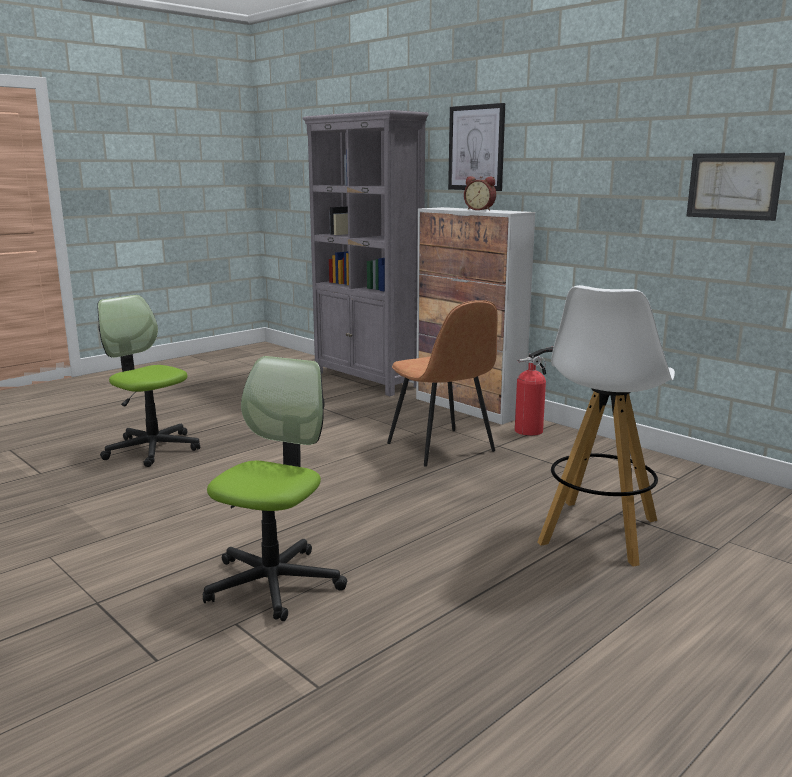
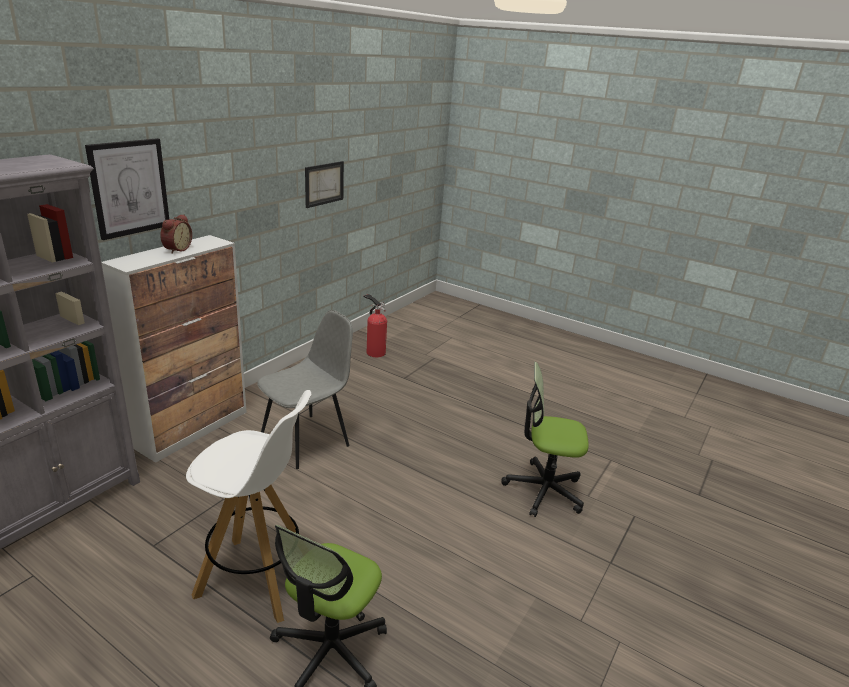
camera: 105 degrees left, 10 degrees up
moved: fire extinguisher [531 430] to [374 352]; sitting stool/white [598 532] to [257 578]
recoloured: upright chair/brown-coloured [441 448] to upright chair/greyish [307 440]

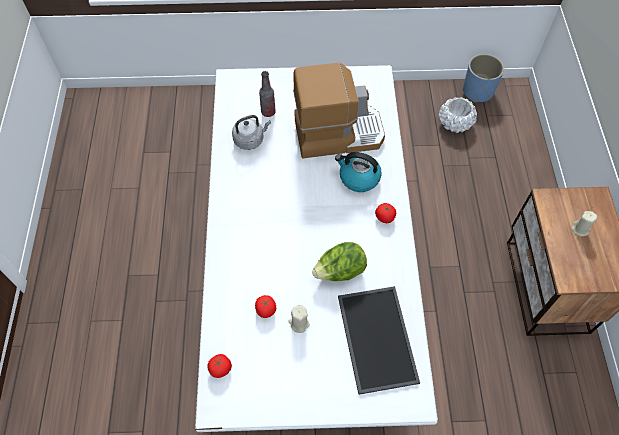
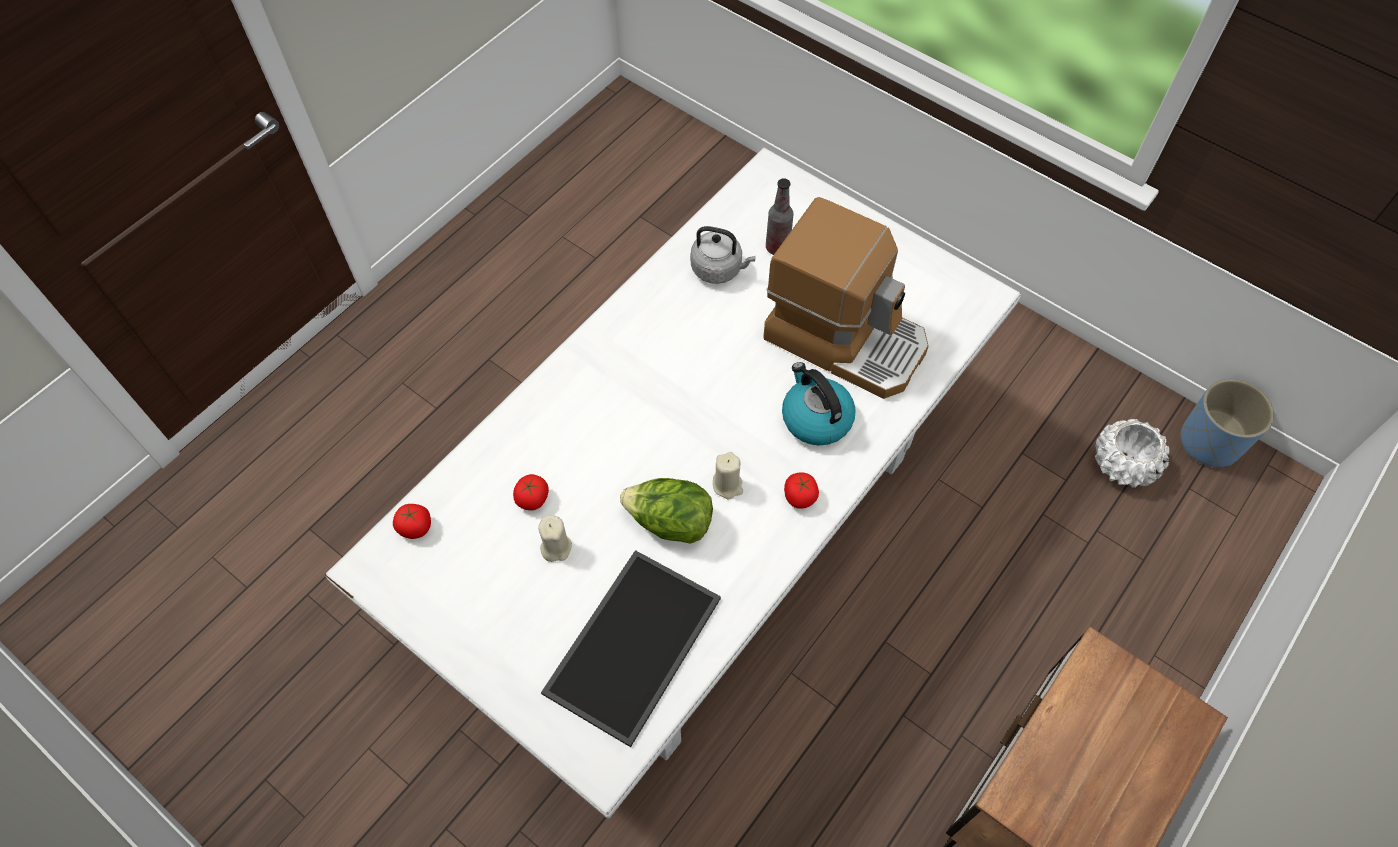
camera: 40 degrees right, 0 degrees up
moved: candle/sand-coloured [580 229] to [727 485]

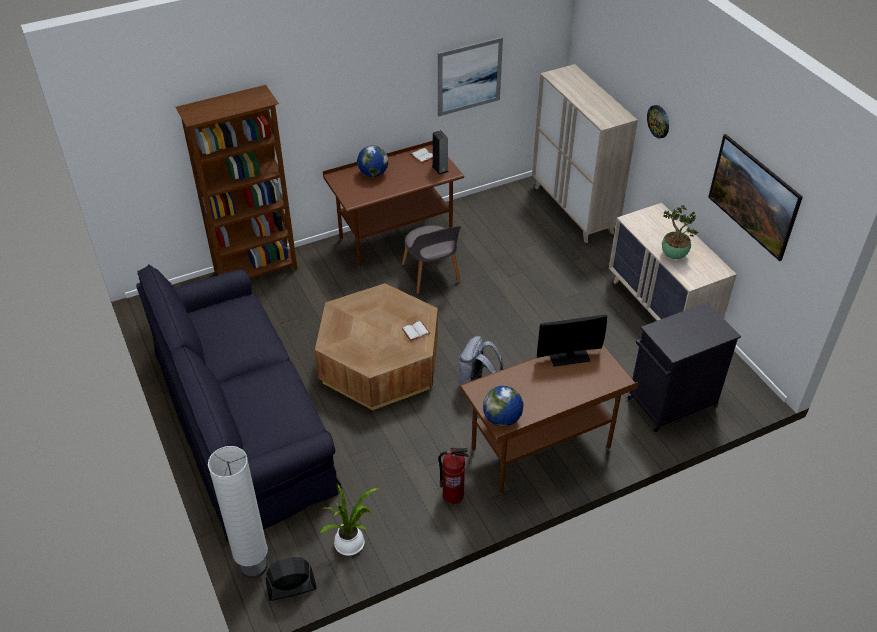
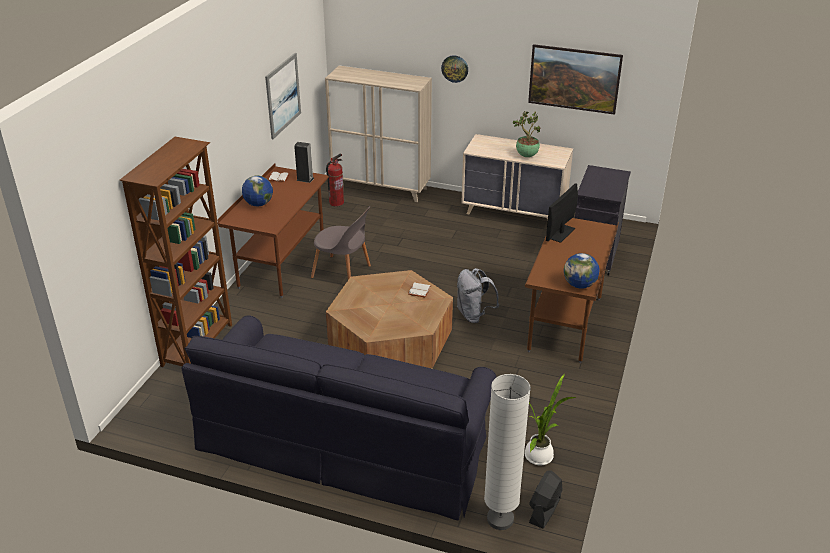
camera: 45 degrees left, 10 degrees down
moved: fire extinguisher [453 495] to [336 203]

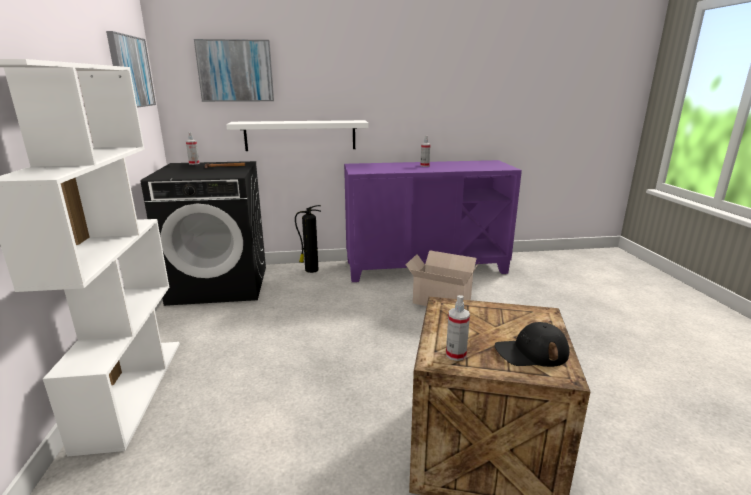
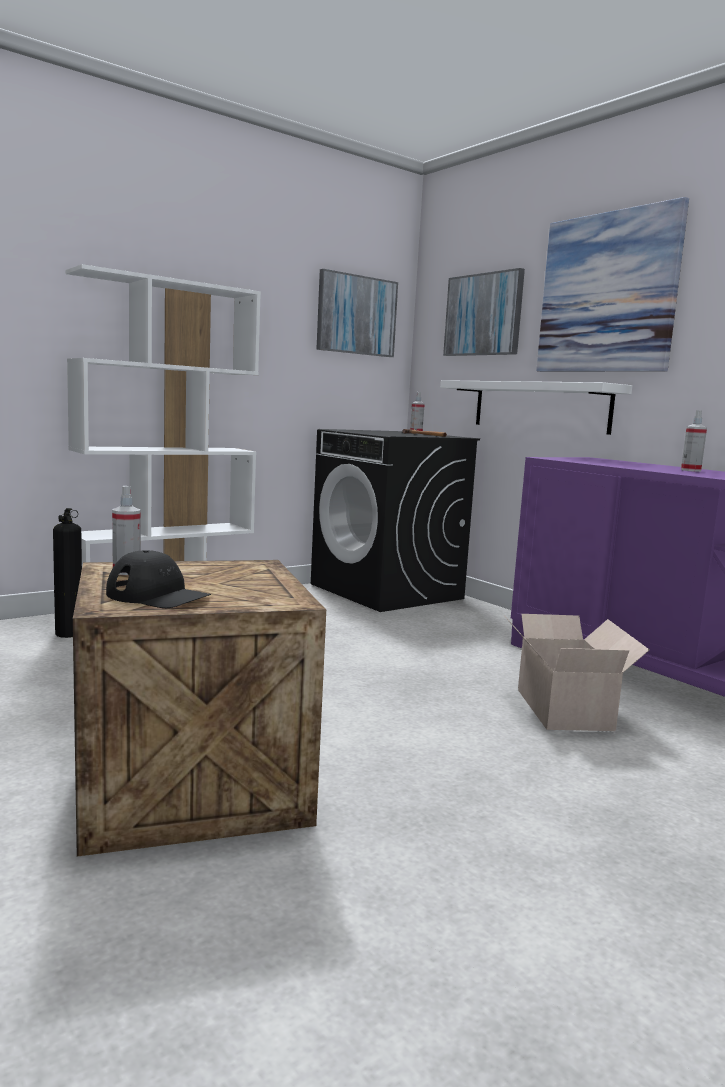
camera: 60 degrees right, 10 degrees down
added: picture [607 293]
moved: fire extinguisher [310 270] to [68 633]
turned: cap/black [531 352] = [158 596] 150 degrees clockwise

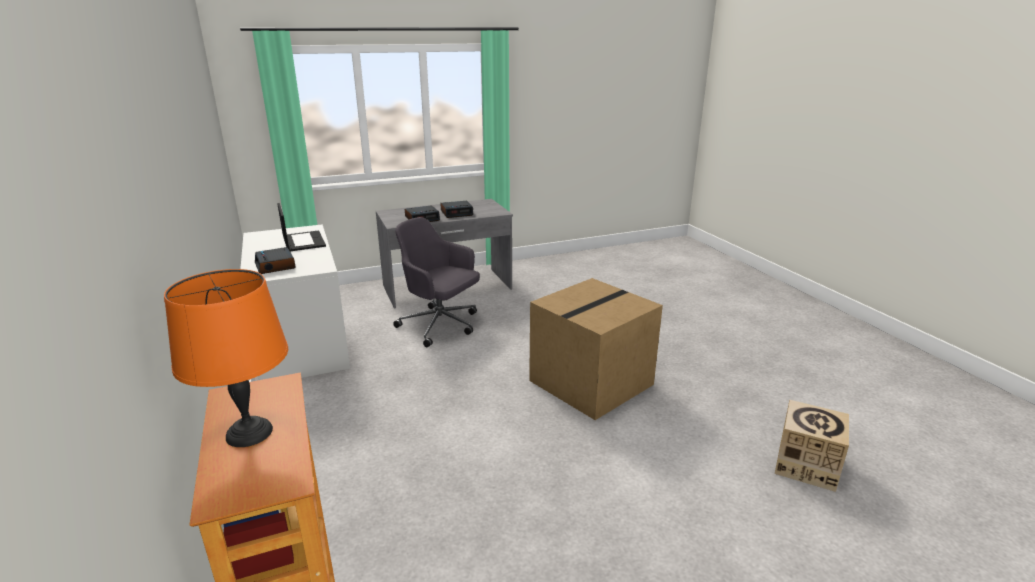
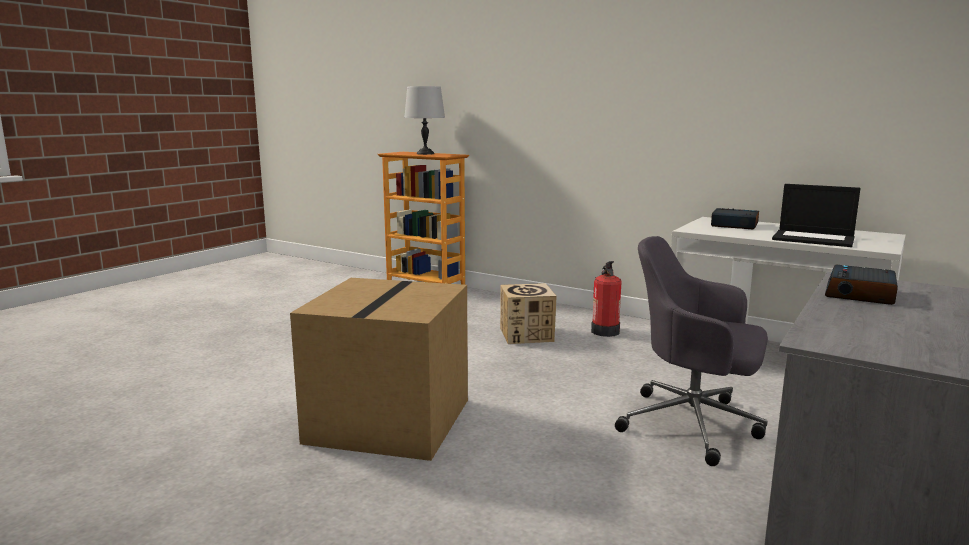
camera: 145 degrees right, 10 degrees down
removed: table clock [457 213]
added: fire extinguisher [605 331]
moved: packing box [806 465] to [527 335]
recoloured: lamp for a table/orange [248 433] to lamp for a table/greyish [425 153]
turned: desk chair/greyish [440 325] = [693 425] 150 degrees counterclockwise

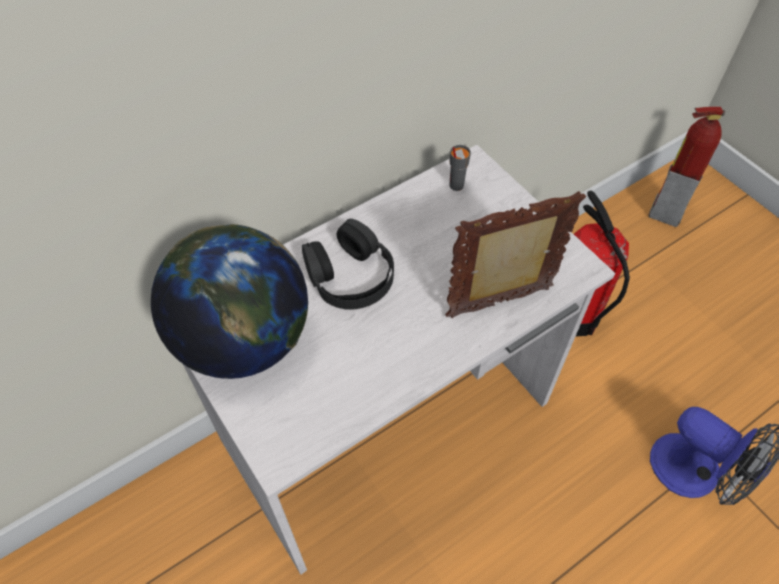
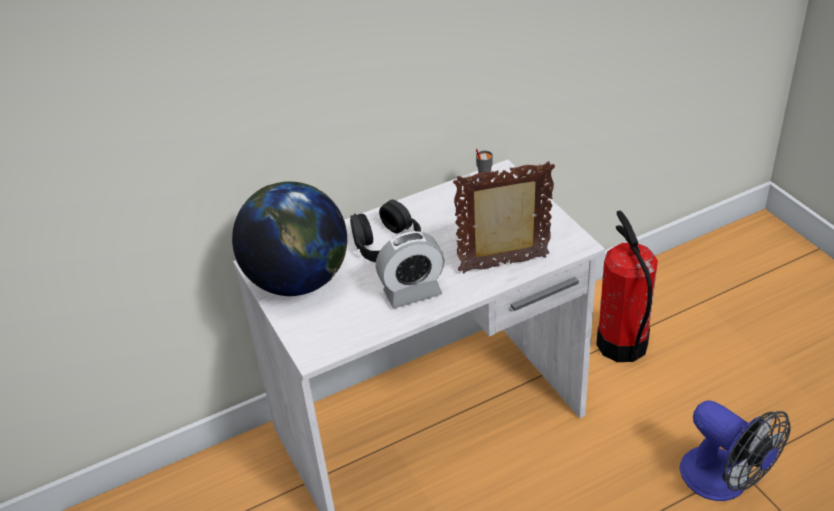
camera: 10 degrees right, 15 degrees down
removed: fire extinguisher [665 212]
added: table clock [412 293]

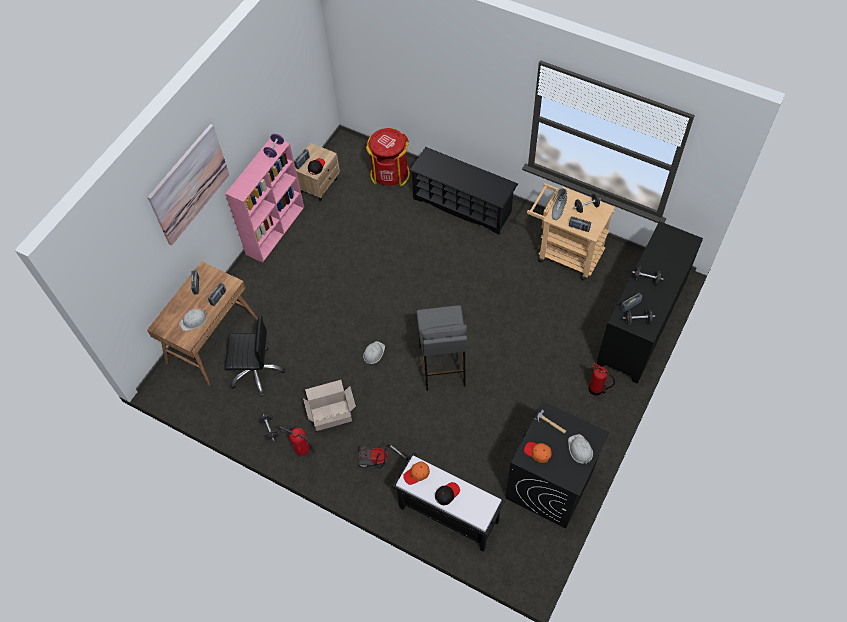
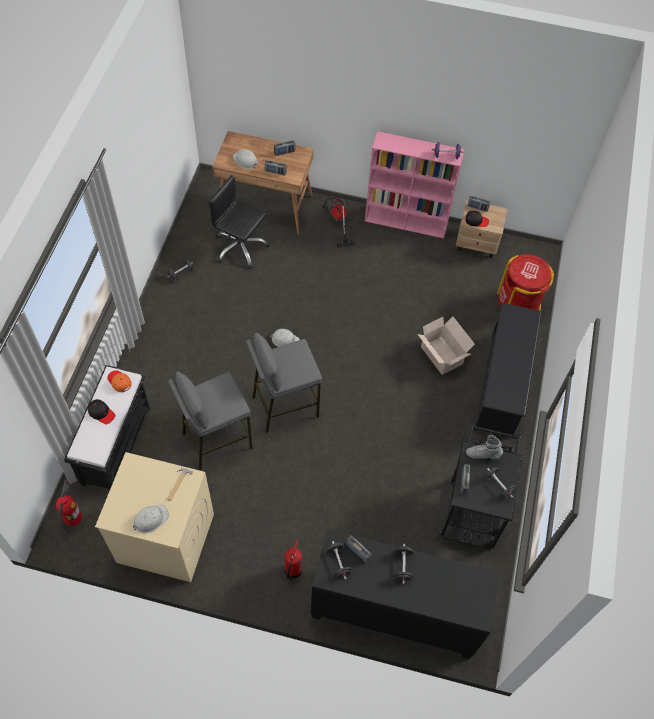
camera: 70 degrees right, 0 degrees up
removed: picture [189 184]; cap/orange [537 452]
added: sitting stool/greyish [216 440]
moved: fire extinguisher [302 450] to [74 519]; packing box [332 415] to [442 356]; vacuum [381 462] to [337 221]
recoloured: washing machine/black [549 484] to washing machine/sand-coloured [165 538]; wheeled cart/sand-coloured [564 253] to wheeled cart/black [472 506]
turned: desk chair/black [256 371] = [240 247] 135 degrees clockwise

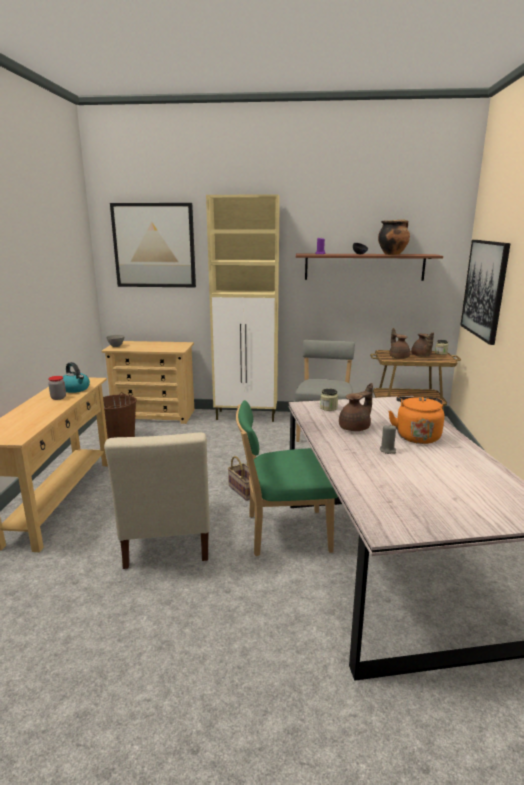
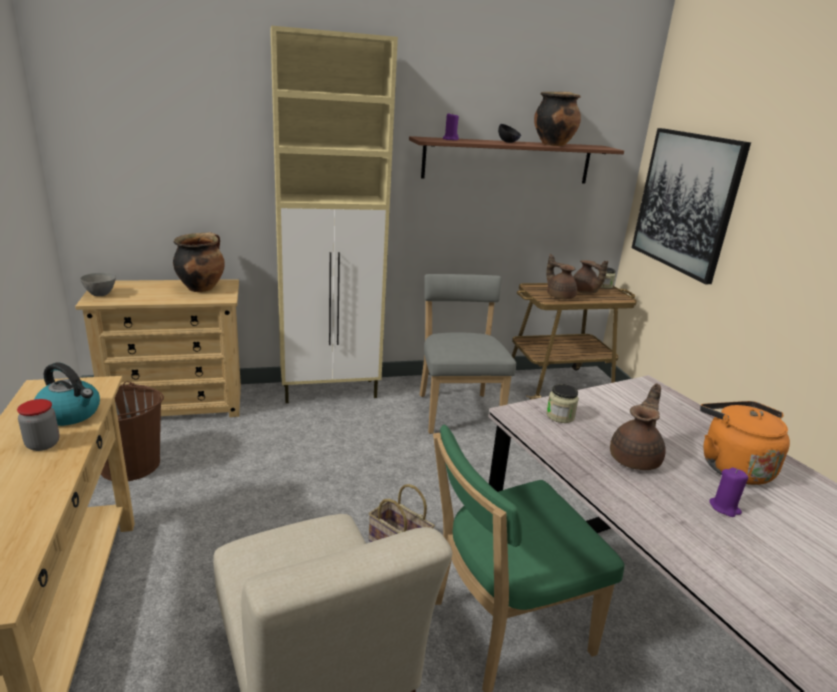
camera: 20 degrees left, 5 degrees up
removed: picture [154 245]
added: stockpot [201 288]
recoloured: candle/greyish [387 450] to candle/purple [724 508]

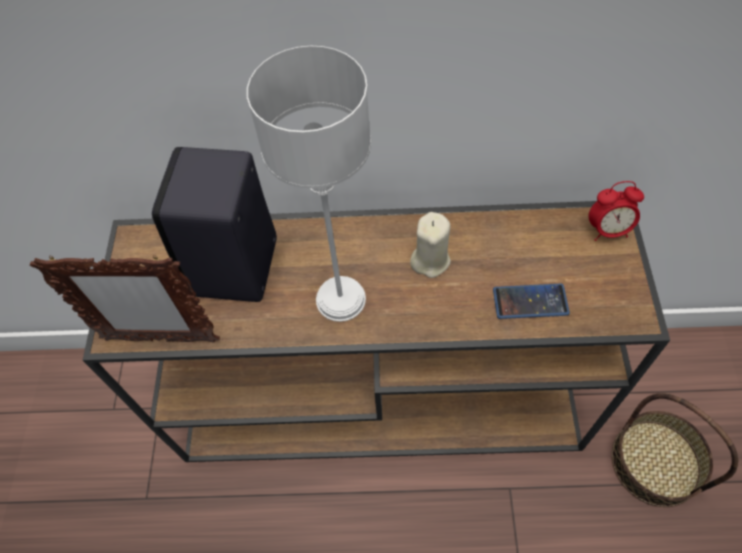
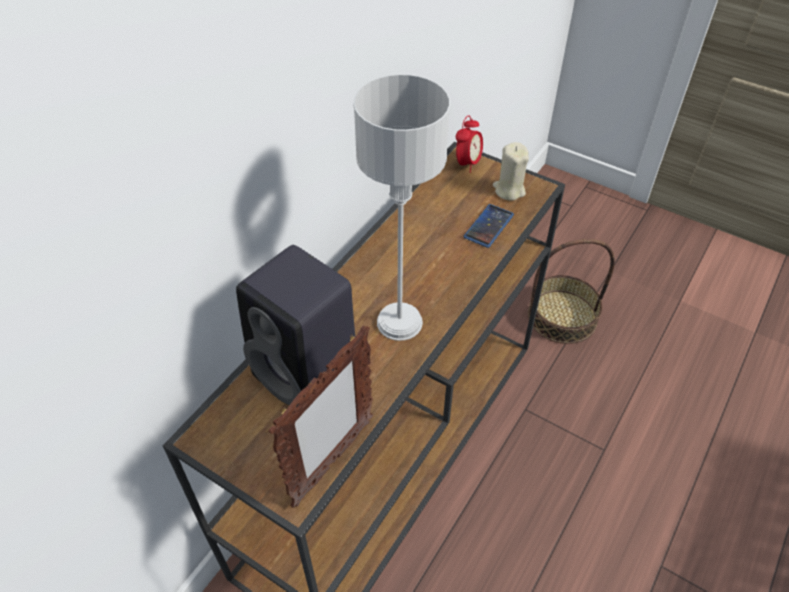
camera: 60 degrees left, 10 degrees down
moved: candle/sand-coloured [430 260] to [509 190]

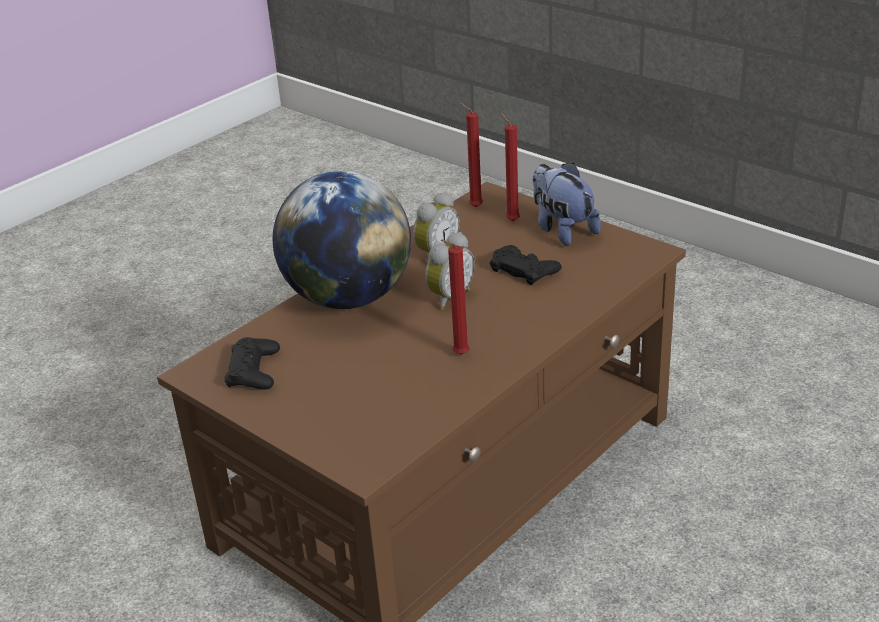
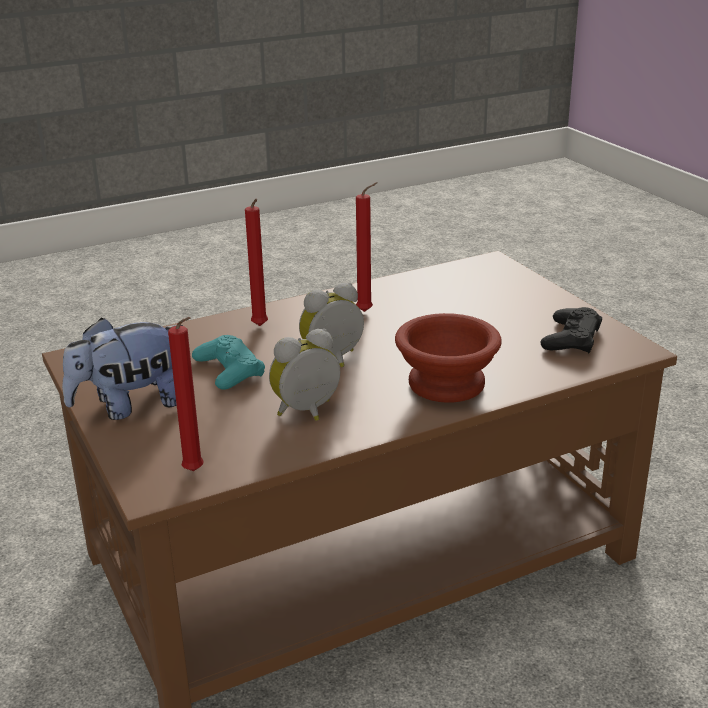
camera: 160 degrees left, 5 degrees down
moved: candle/red-coloured [511 220] to [260 327]
replaced: world globe [348 298] to bowl/brown-coloured [445 385]
recoloured: gamepad/black [524 270] to gamepad/turquoise [229 370]
turned: cuddly toy [562 230] = [130 406] 75 degrees clockwise

